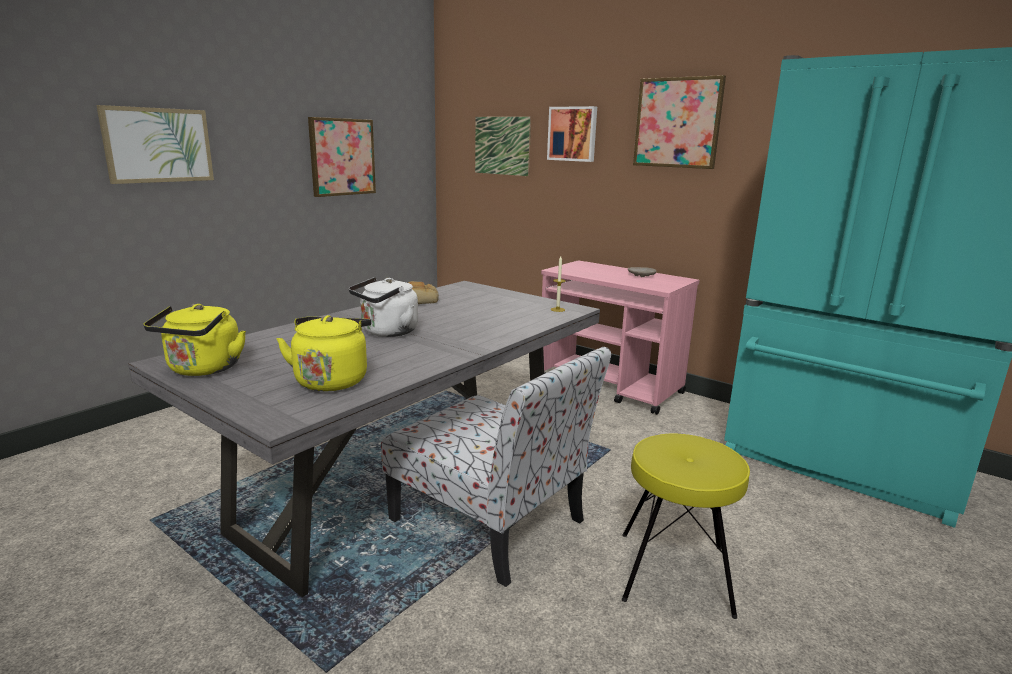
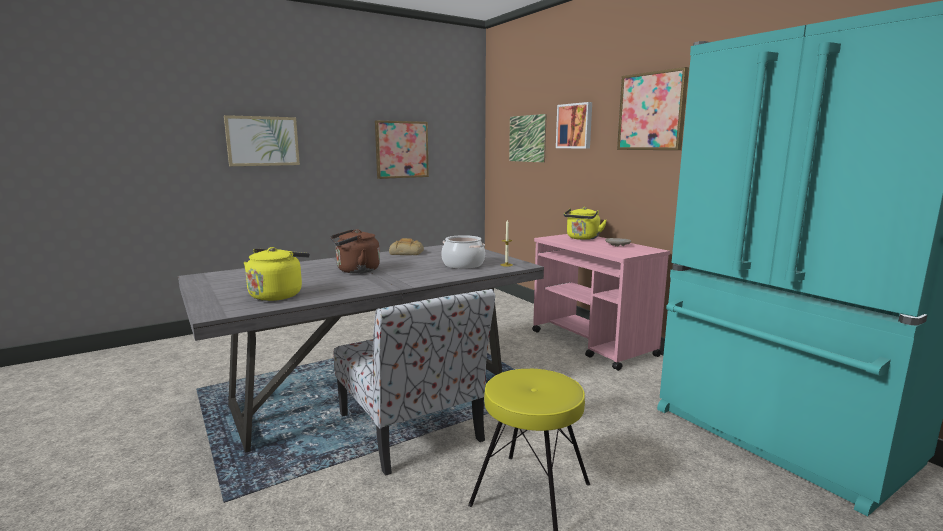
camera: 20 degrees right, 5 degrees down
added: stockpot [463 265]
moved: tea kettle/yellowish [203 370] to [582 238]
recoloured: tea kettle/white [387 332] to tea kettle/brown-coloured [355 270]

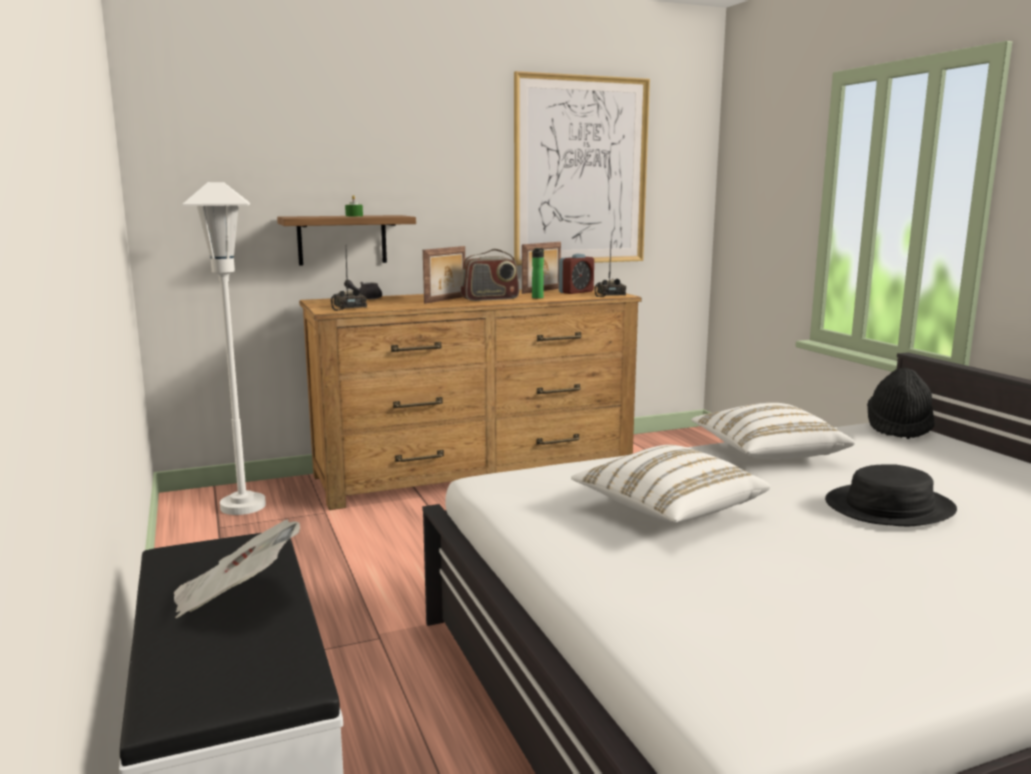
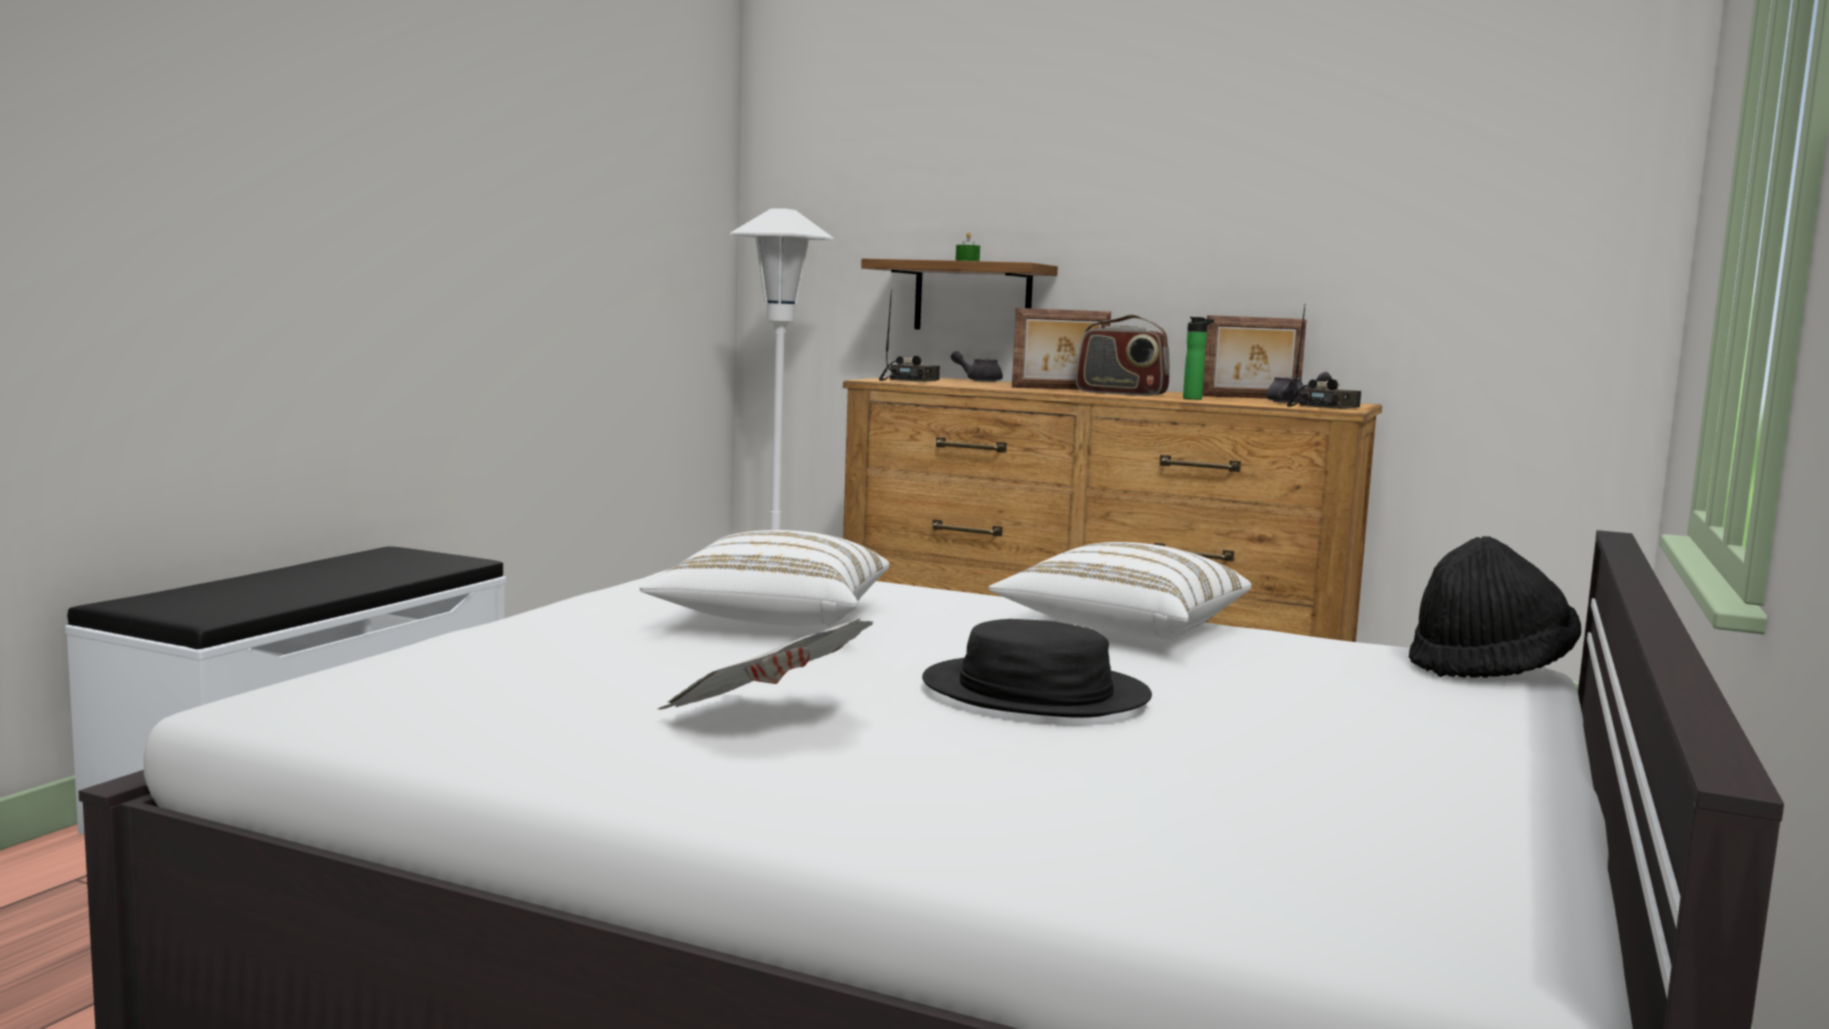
camera: 45 degrees right, 5 degrees down
removed: picture [581 171]
moved: daily paper [235 599] to [763 721]
replaced: table clock [576 292] to teapot/greyish [1293 402]

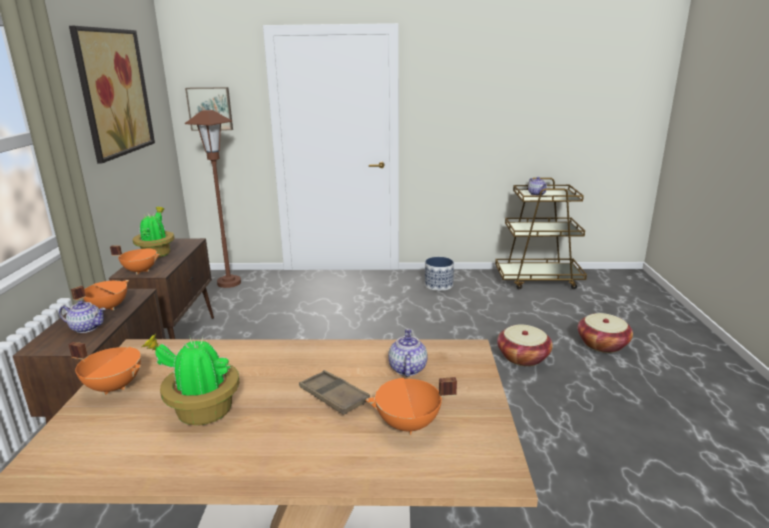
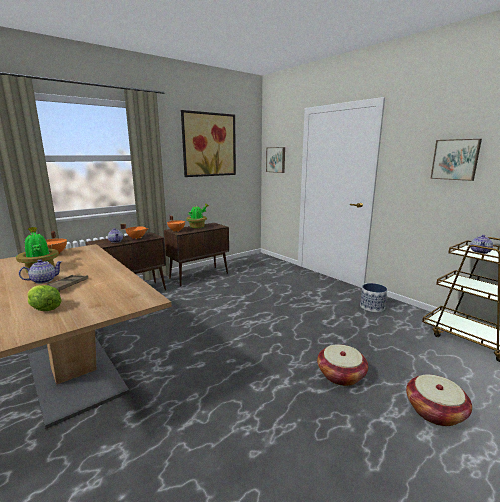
camera: 50 degrees right, 5 degrees down
removed: standing lamp/brown-coloured [229 283]
added: picture [455 159]
moved: teapot [407 369] to [43 280]
replaced: stockpot/orange [408 425] to lettuce head [44 308]

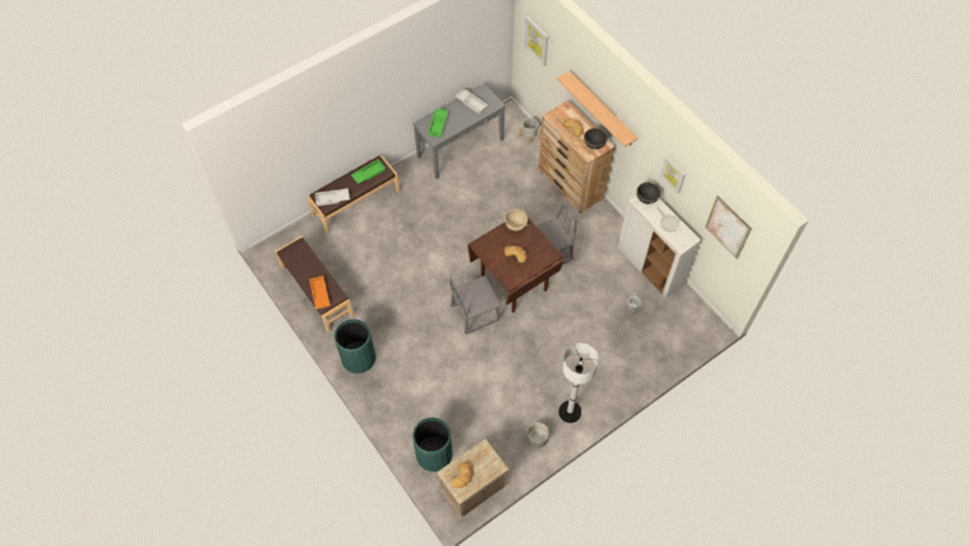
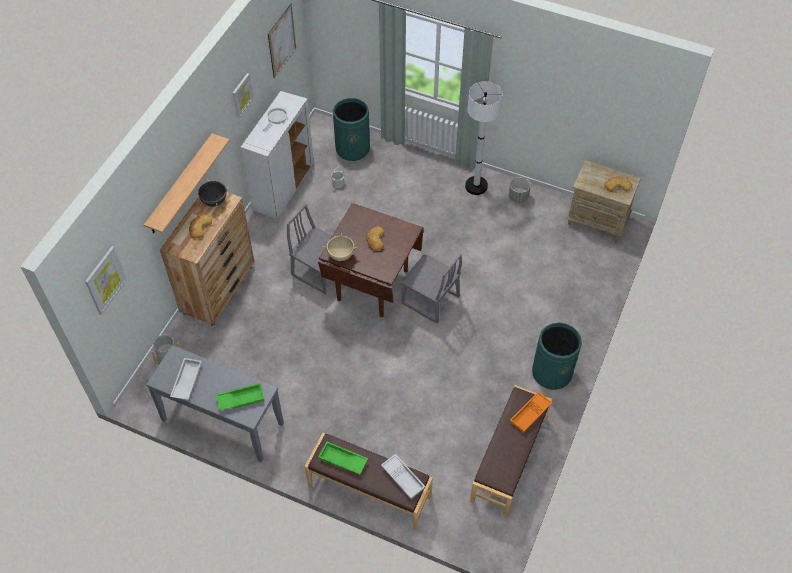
camera: 120 degrees left, 5 degrees down
removed: stockpot/black [646 199]
moved: rubbish bin/green [434 455] to [352 148]

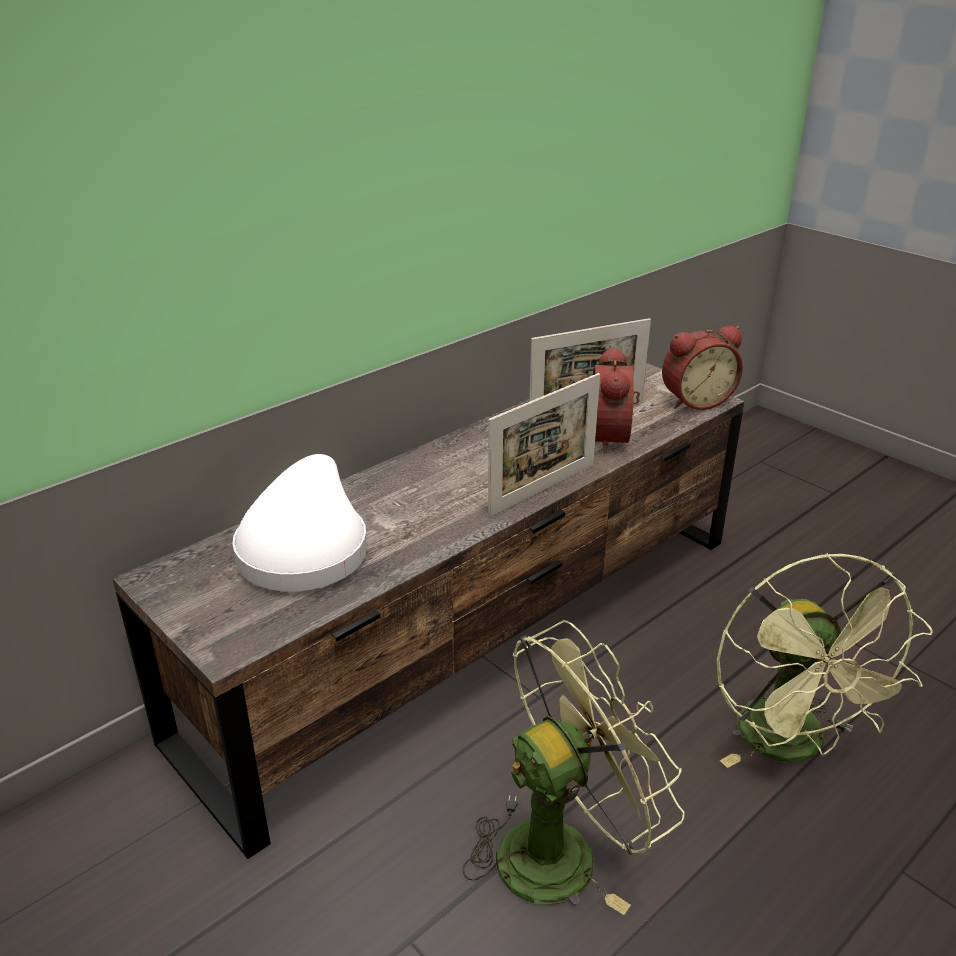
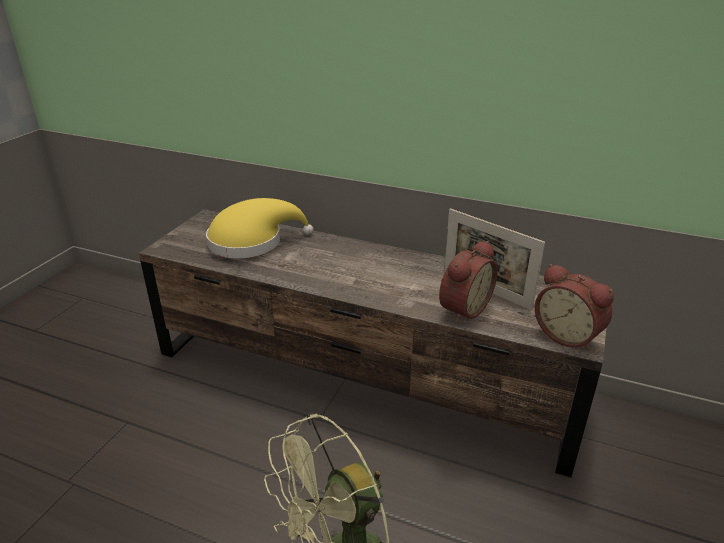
camera: 65 degrees right, 0 degrees up
removed: fan/green [562 848]; photo frame [543 489]
recoloured: clothing hat/white [305 548] to clothing hat/yellowish [252 242]
turned: table clock [613 437] = [462 308] 150 degrees clockwise

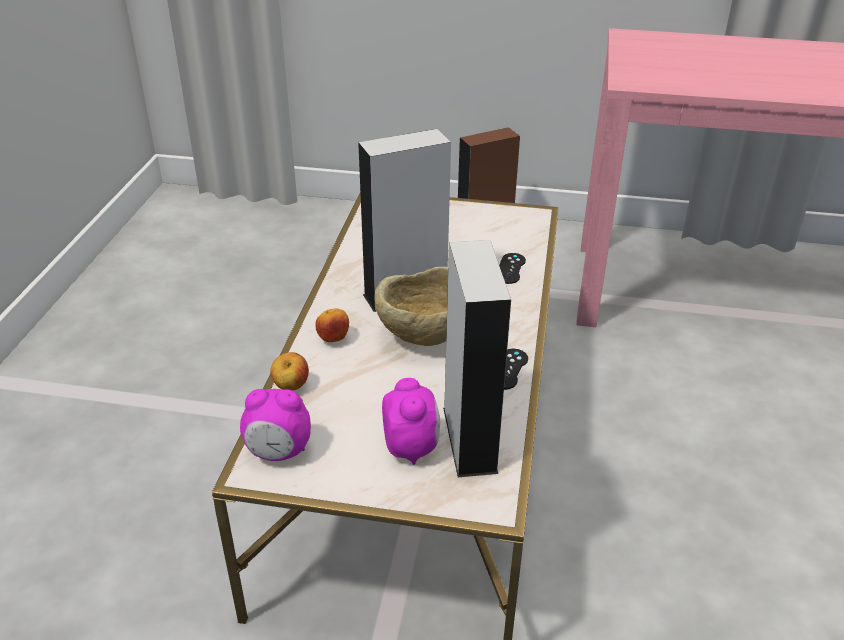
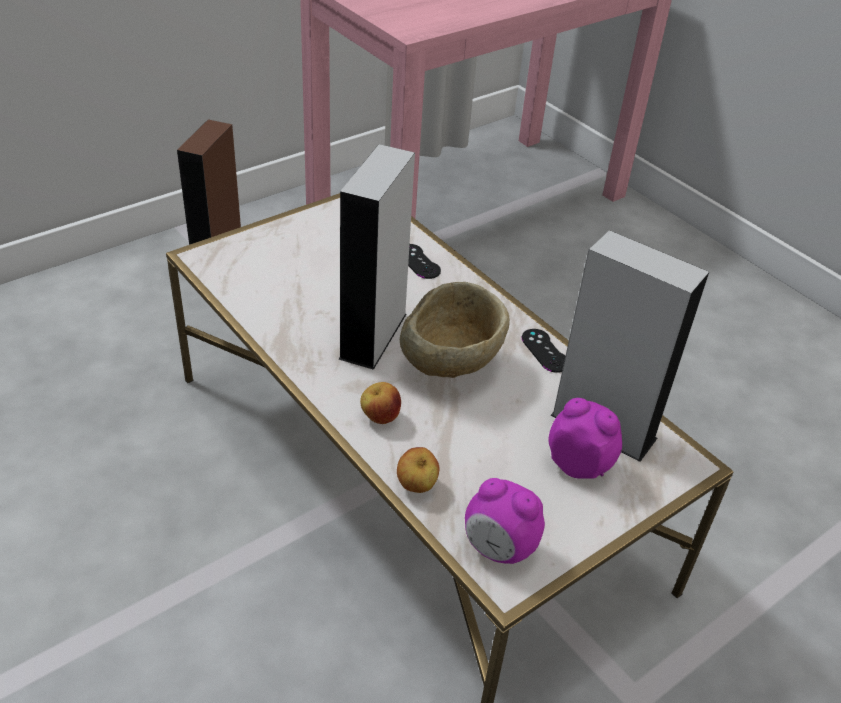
camera: 50 degrees left, 5 degrees up
turned: table clock [279 452] = [499 548] 75 degrees clockwise

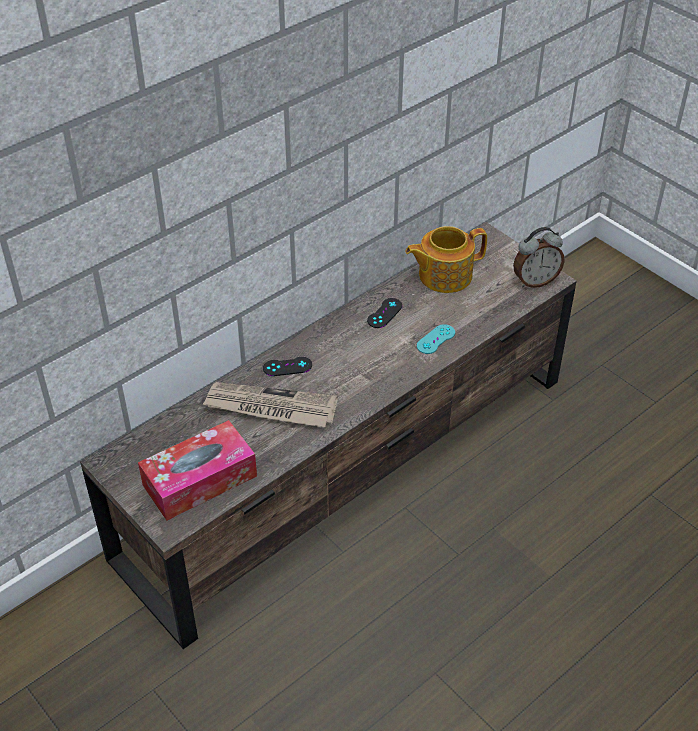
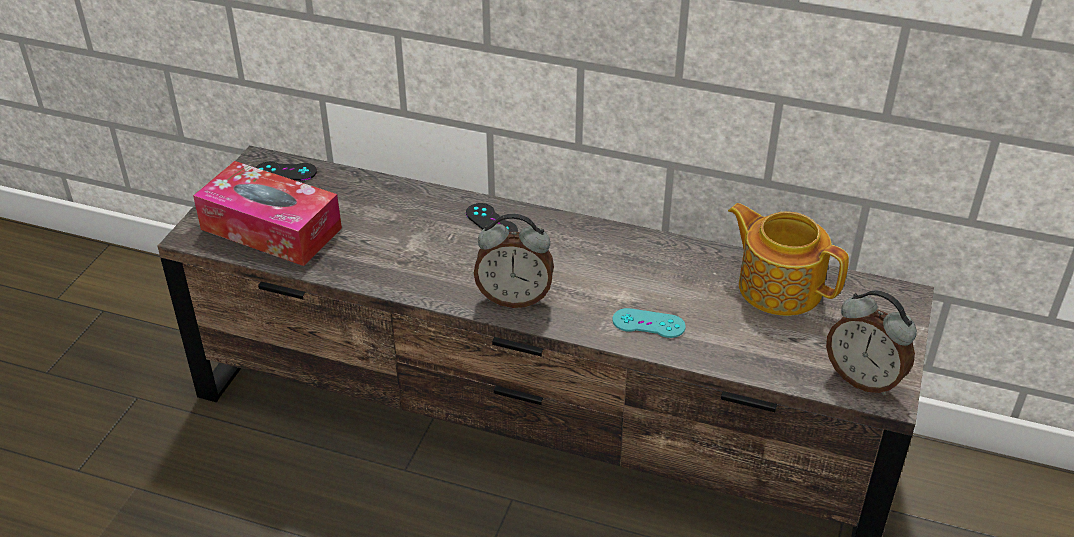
camera: 60 degrees right, 5 degrees down
removed: daily paper [270 408]
added: table clock [514 298]
moved: gamepad/black [384 313] to [285 172]

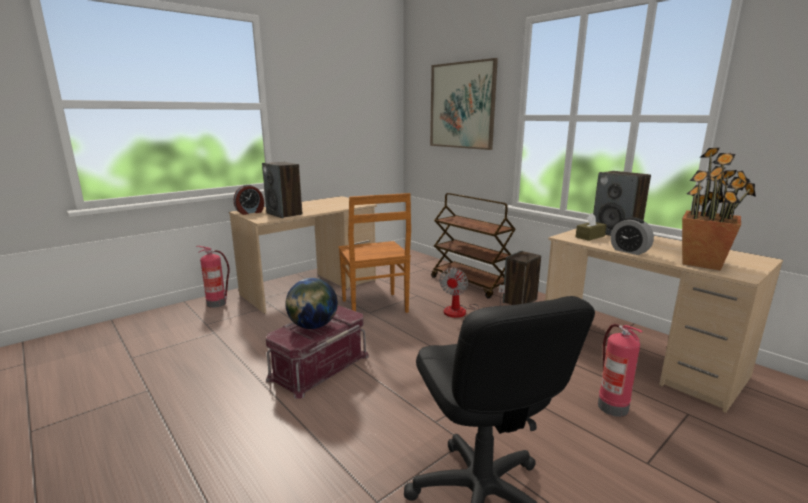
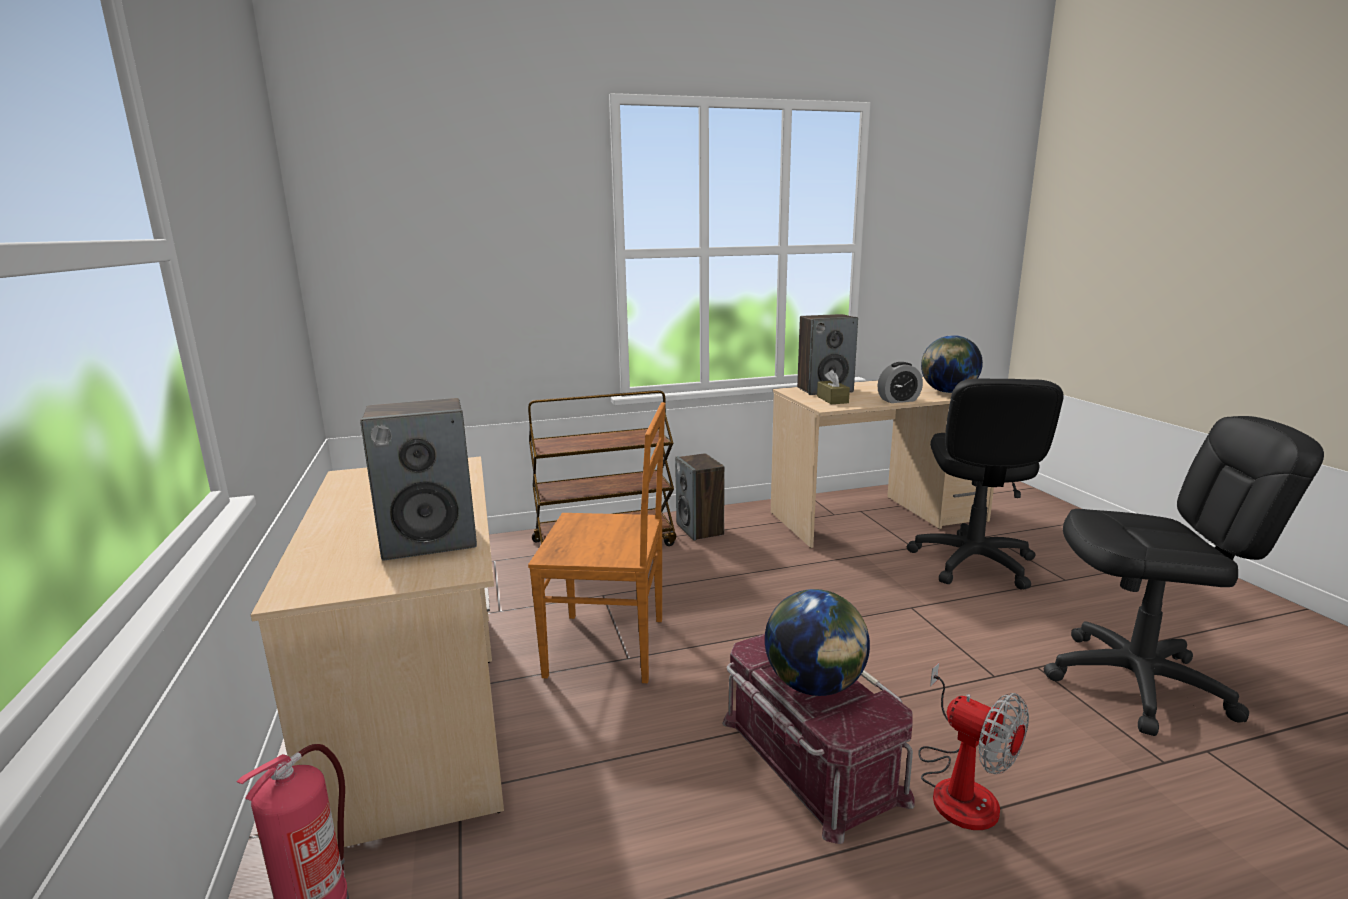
camera: 65 degrees left, 0 degrees up
removed: table clock [250 212]; picture [462 105]
moved: fan [463 311] to [959 786]
replaced: fire extinguisher [611 406] to desk chair/black [972 563]; houseplant [703 263] to world globe [948 392]

